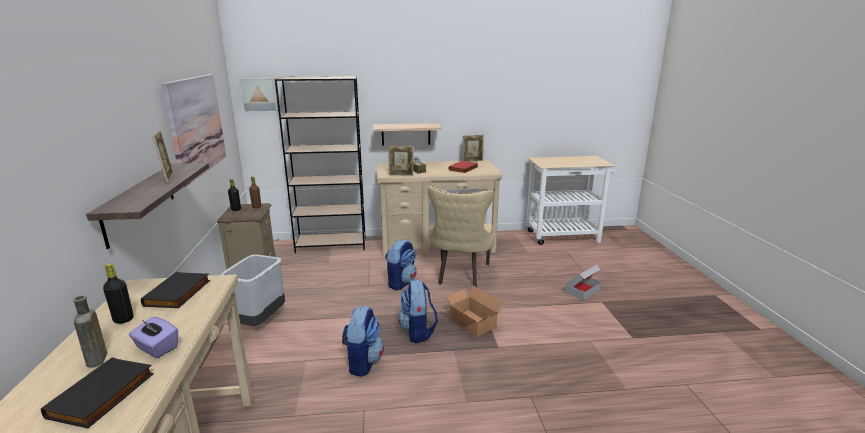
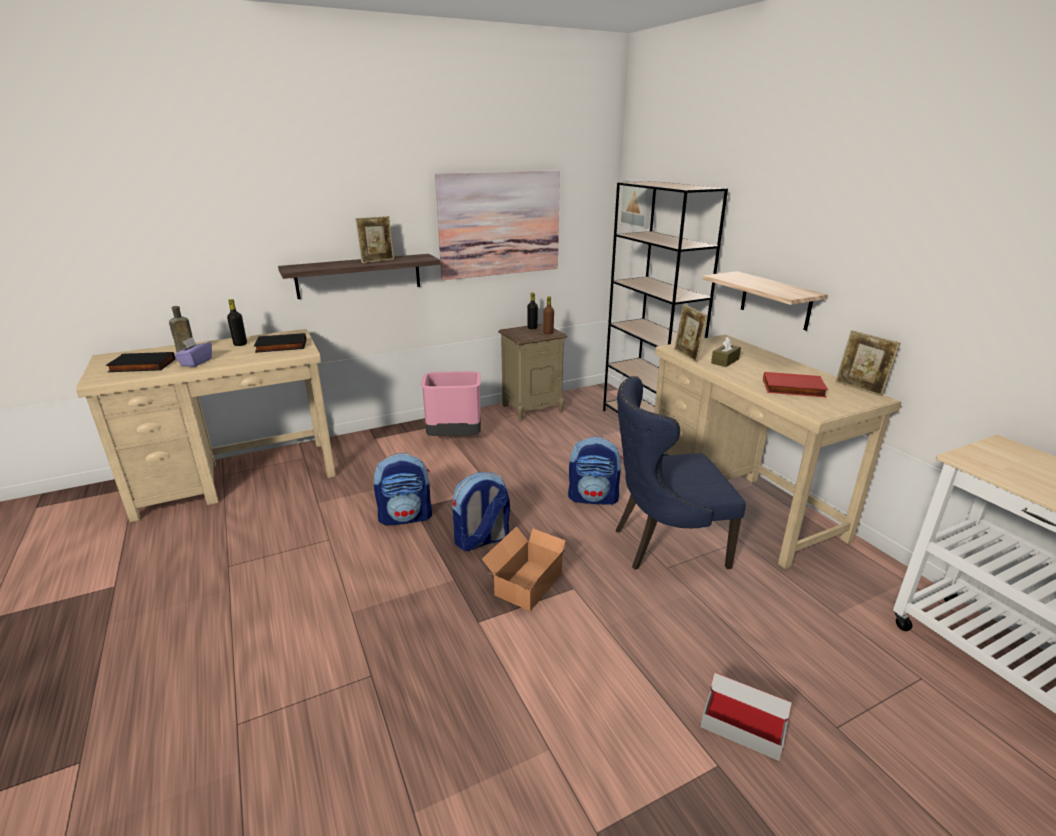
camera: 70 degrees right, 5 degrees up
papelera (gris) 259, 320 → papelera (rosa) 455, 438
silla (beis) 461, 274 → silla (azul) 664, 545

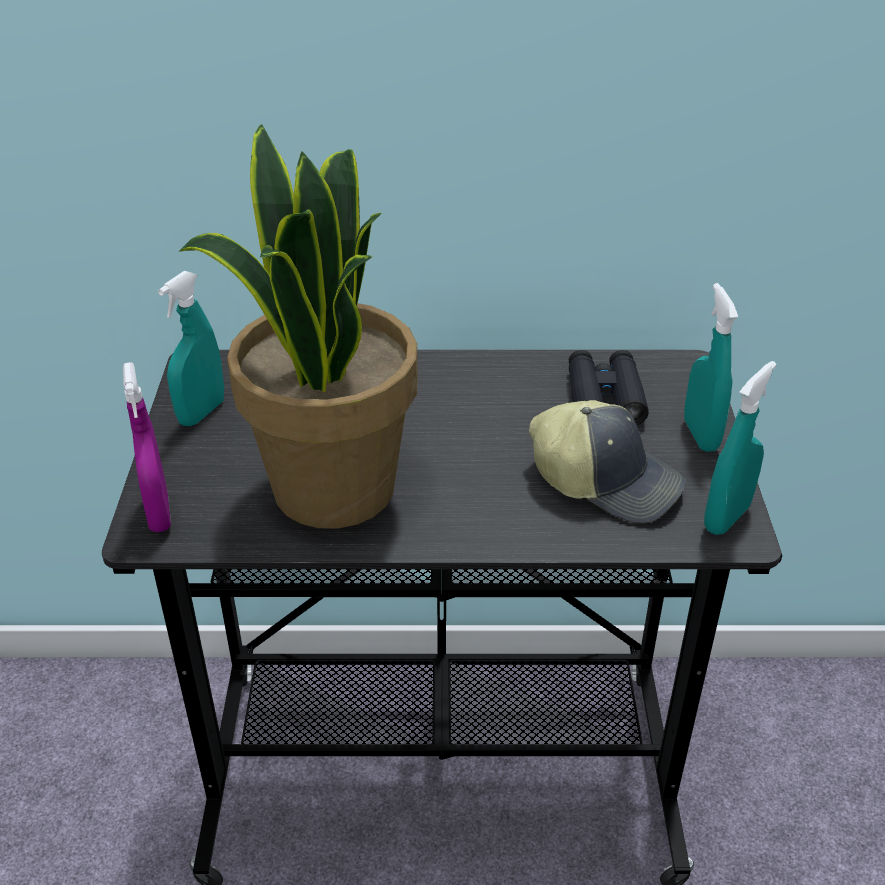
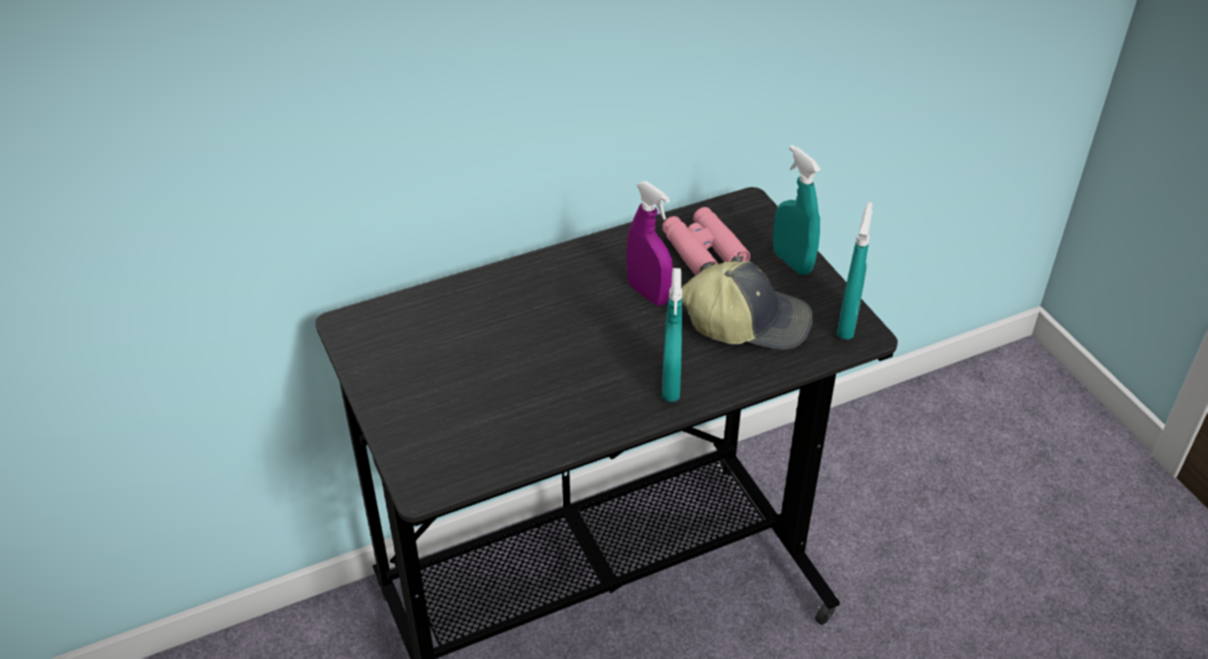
camera: 25 degrees left, 5 degrees up
planta en maceta 331, 488 → -
pulverizador (morado) 159, 513 → pulverizador (morado) 648, 293, relocated
pulverizador (turquesa) 201, 412 → pulverizador (turquesa) 671, 384, relocated
prismáticos (negro) 604, 397 → prismáticos (rosa) 703, 251

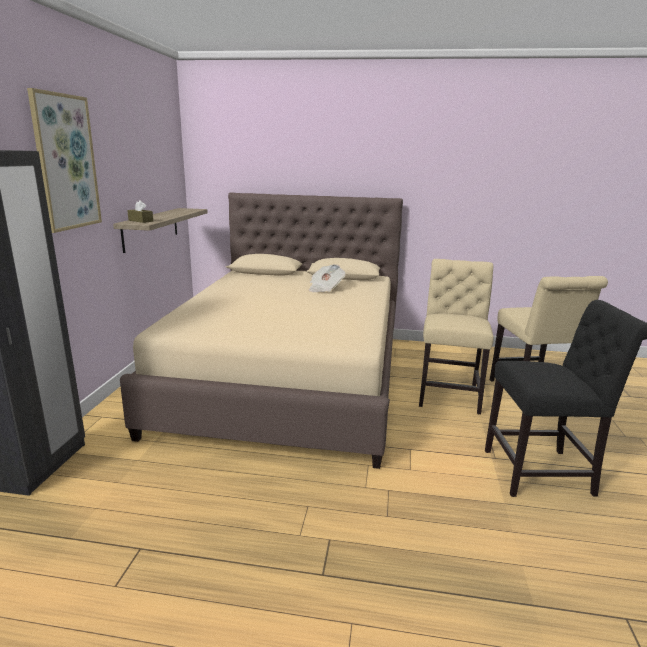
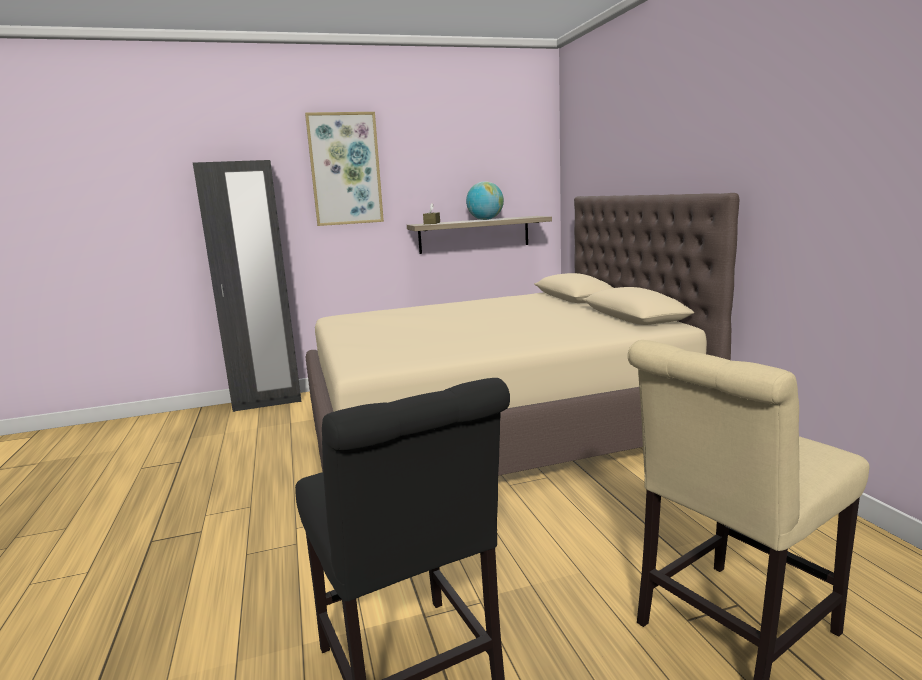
camera: 65 degrees right, 5 degrees down
periódico 325, 288 → -
silla (beis) 449, 393 → -
- → globo terráqueo 485, 219

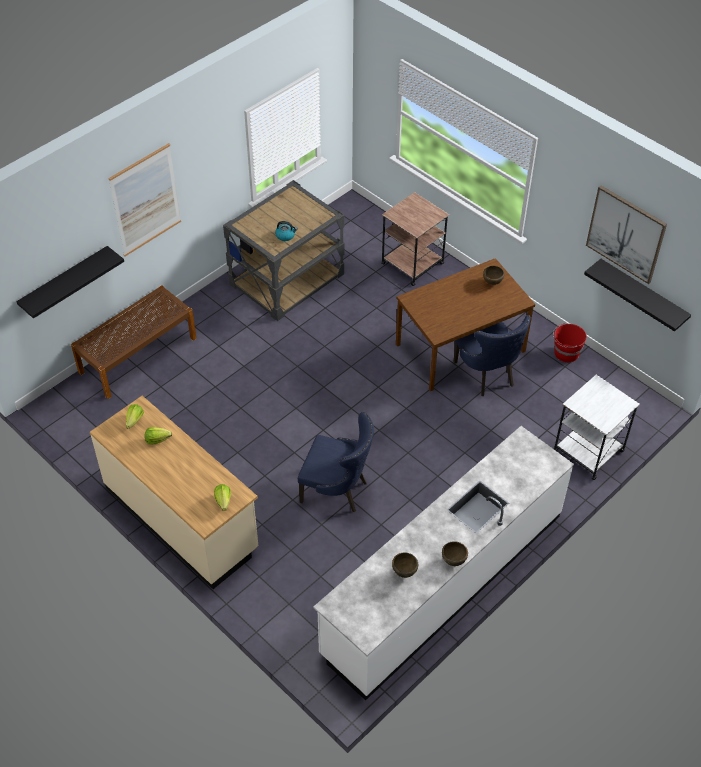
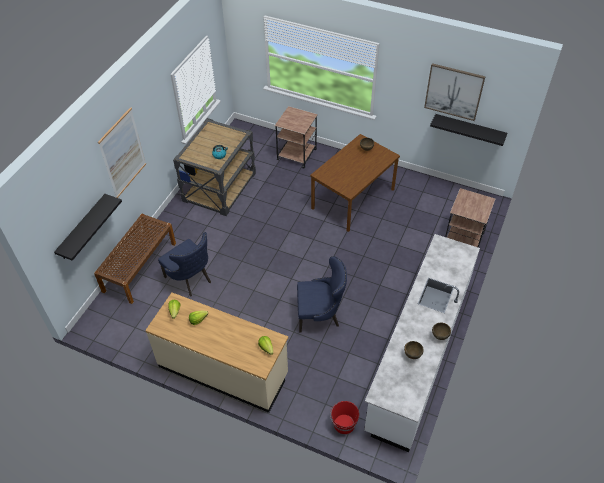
camera: 20 degrees left, 0 degrees up
silla (azul) 487, 374 → silla (azul) 190, 279, relocated
cubo (rojo) 566, 353 → cubo (rojo) 344, 424, relocated
carrito (blanco) 588, 452 → carrito (marrón) 463, 240

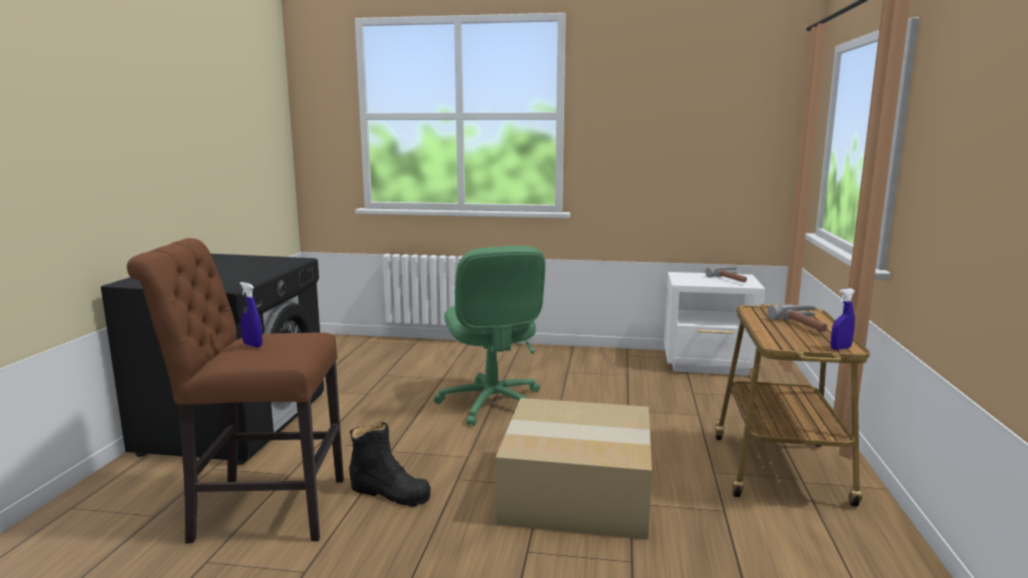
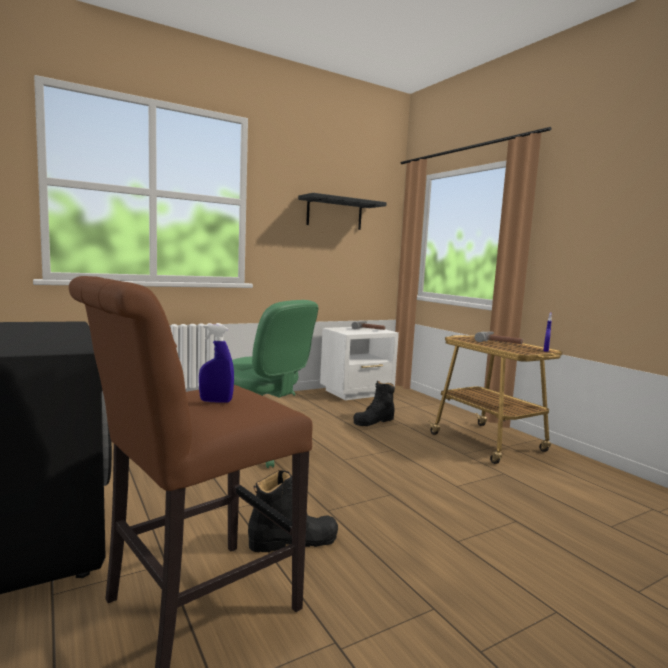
camera: 40 degrees left, 5 degrees down
caja de cartón 574, 493 → -
- → estante (negro) 334, 213
- → bota (negro) 374, 421

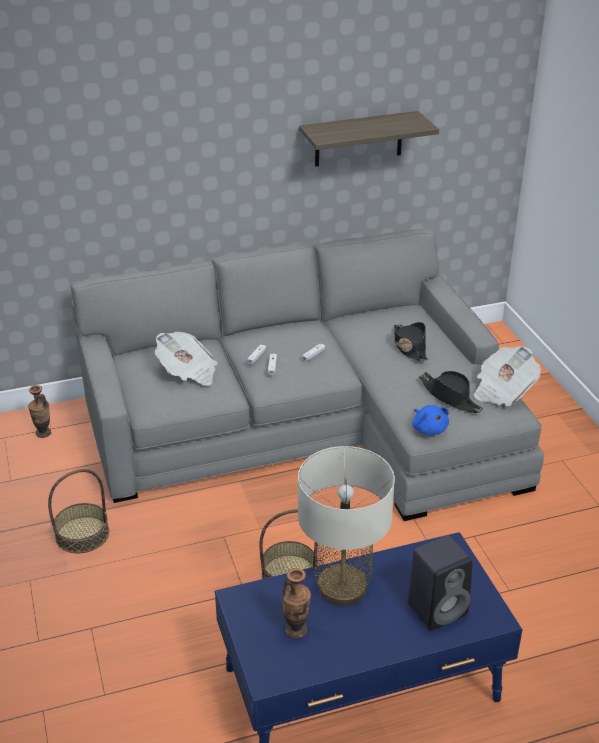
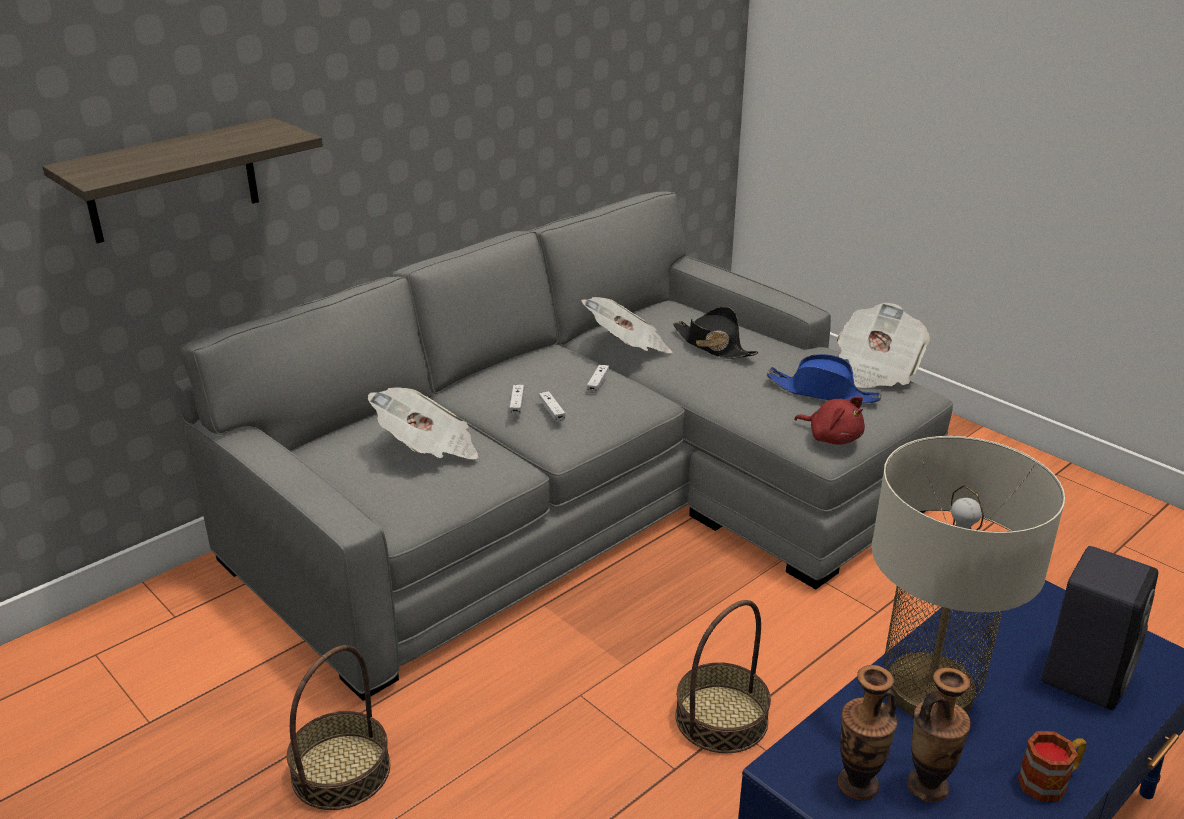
camera: 25 degrees left, 5 degrees down
- → periódico 628, 347
- → taza grande 1050, 781
florero 43, 433 → florero 857, 785, relocated
estante 358, 139 → estante 172, 181, relocated
peluche (azul) 429, 429 → peluche (rojo) 832, 437
sombrero (negro) 450, 397 → sombrero (azul) 823, 392

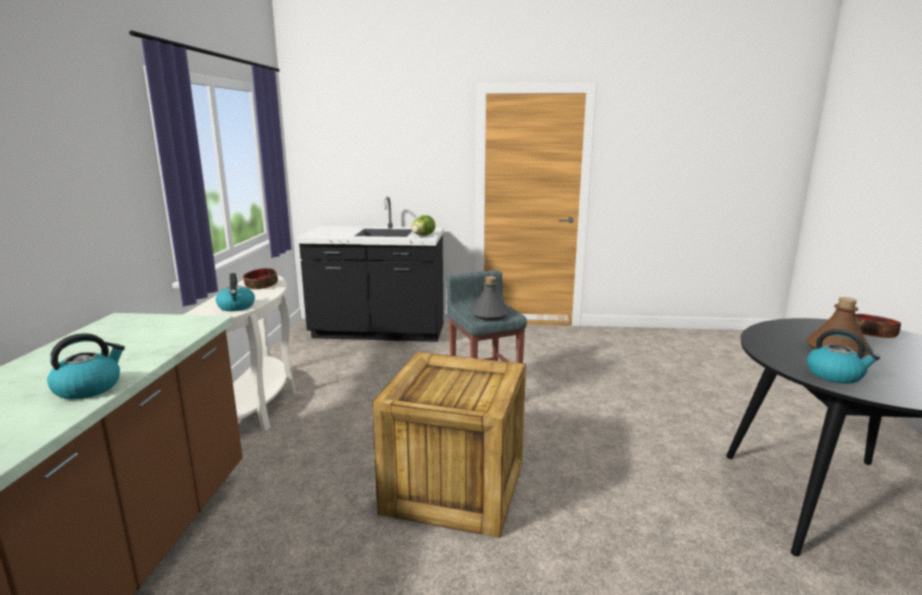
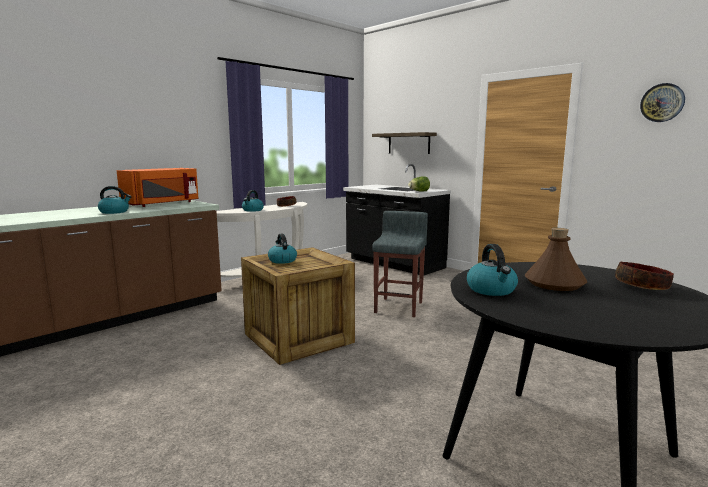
camera: 40 degrees right, 5 degrees down
botella (gris) 490, 315 → -
- → microondas (naranja) 163, 204
- → hervidor 282, 260
- → estante 408, 143
- → reloj de pared 662, 102

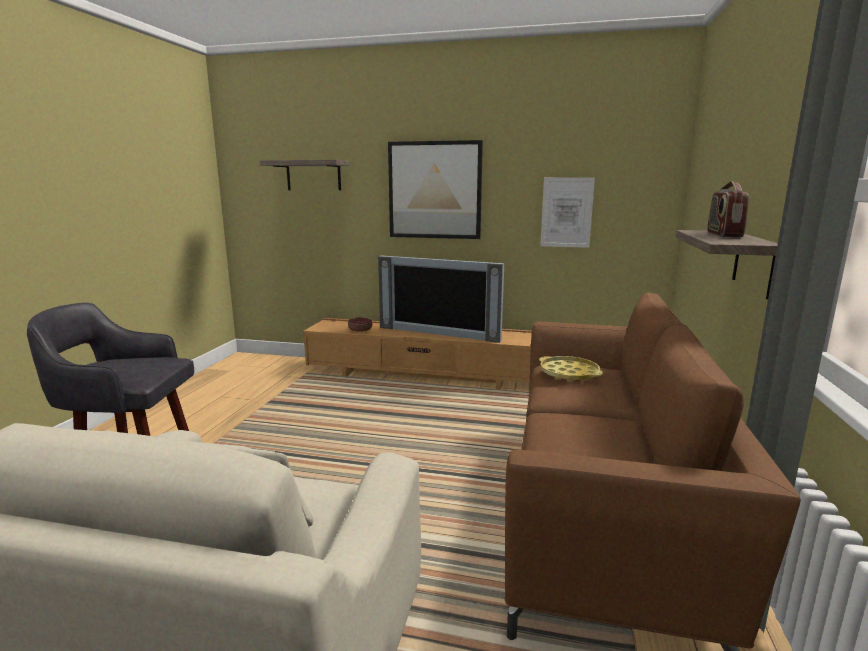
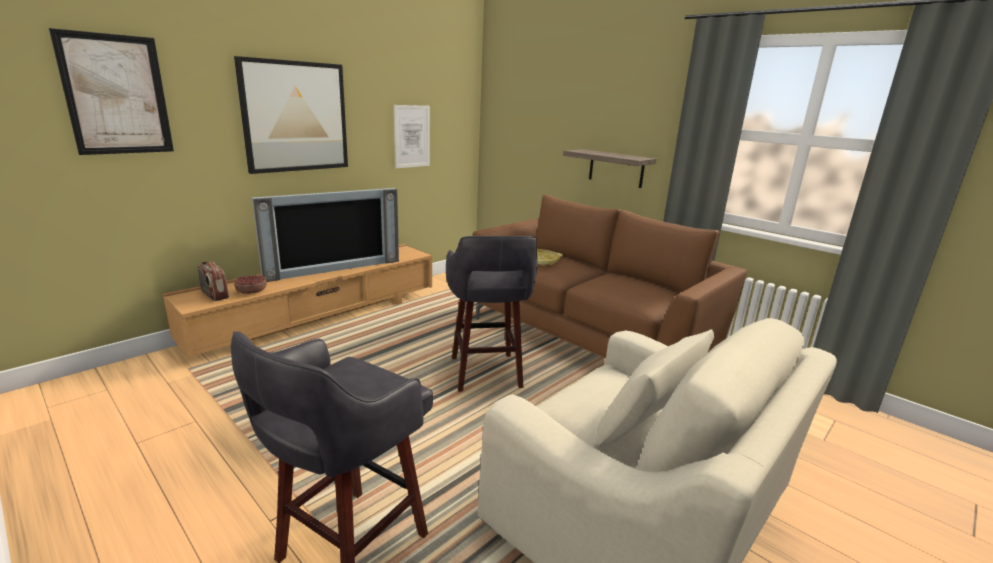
camera: 60 degrees left, 5 degrees up
- → taburete (gris) 486, 374
radio 723, 235 → radio 214, 295, relocated
estante 313, 175 → cuadro 116, 95

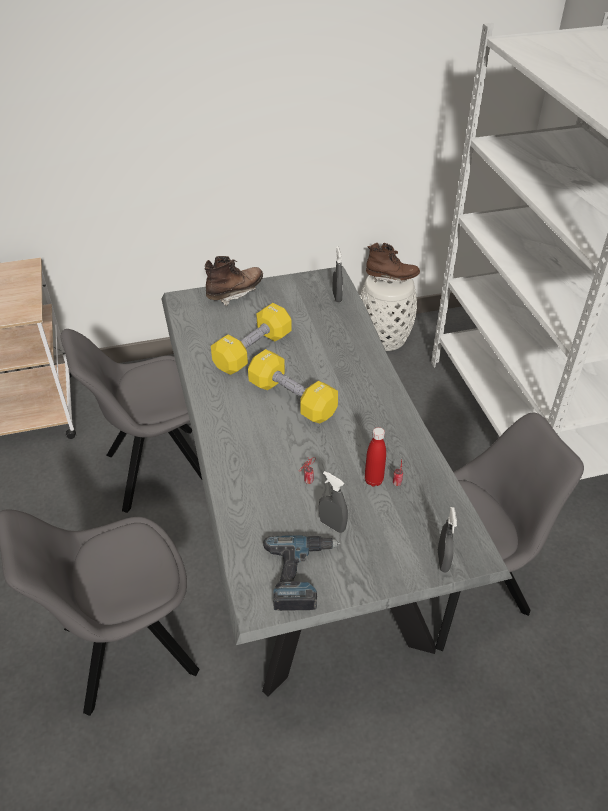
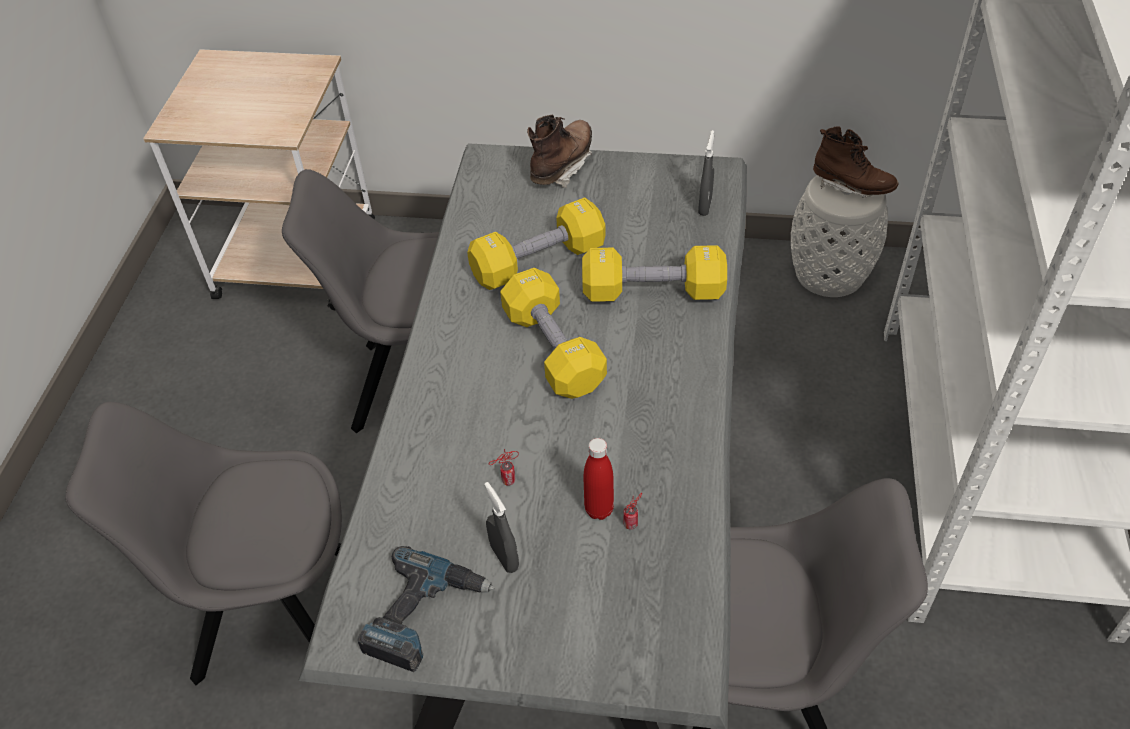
camera: 25 degrees right, 5 degrees up
pulverizador (gris) 443, 561 → -
- → mancuerna (amarillo) 653, 292
bota (marrón) 235, 293 → bota (marrón) 562, 166, 45 degrees counterclockwise

